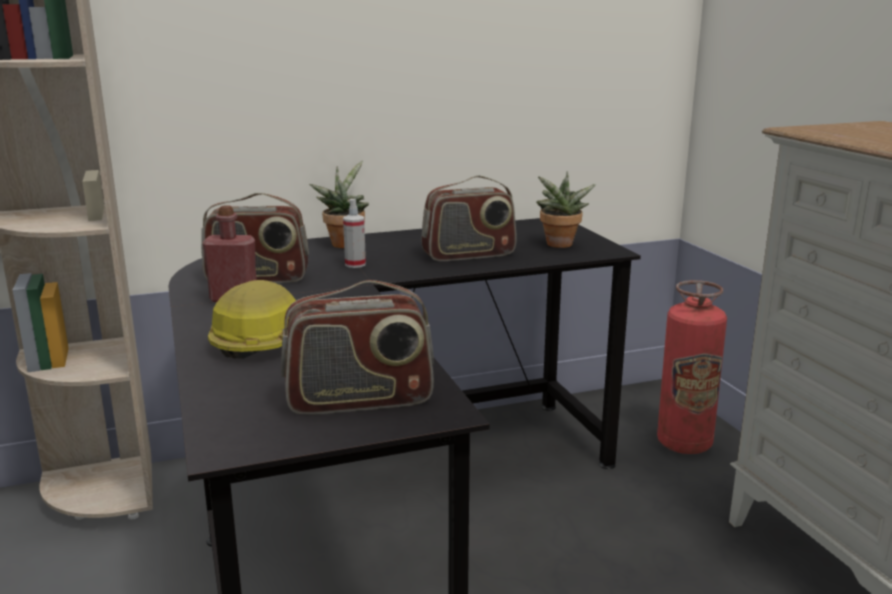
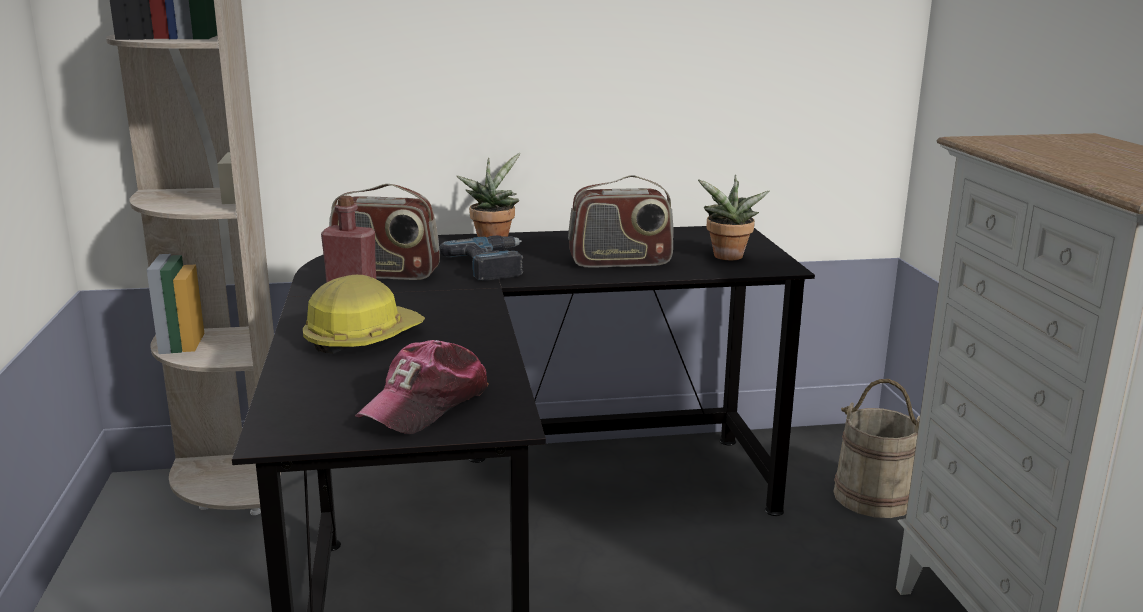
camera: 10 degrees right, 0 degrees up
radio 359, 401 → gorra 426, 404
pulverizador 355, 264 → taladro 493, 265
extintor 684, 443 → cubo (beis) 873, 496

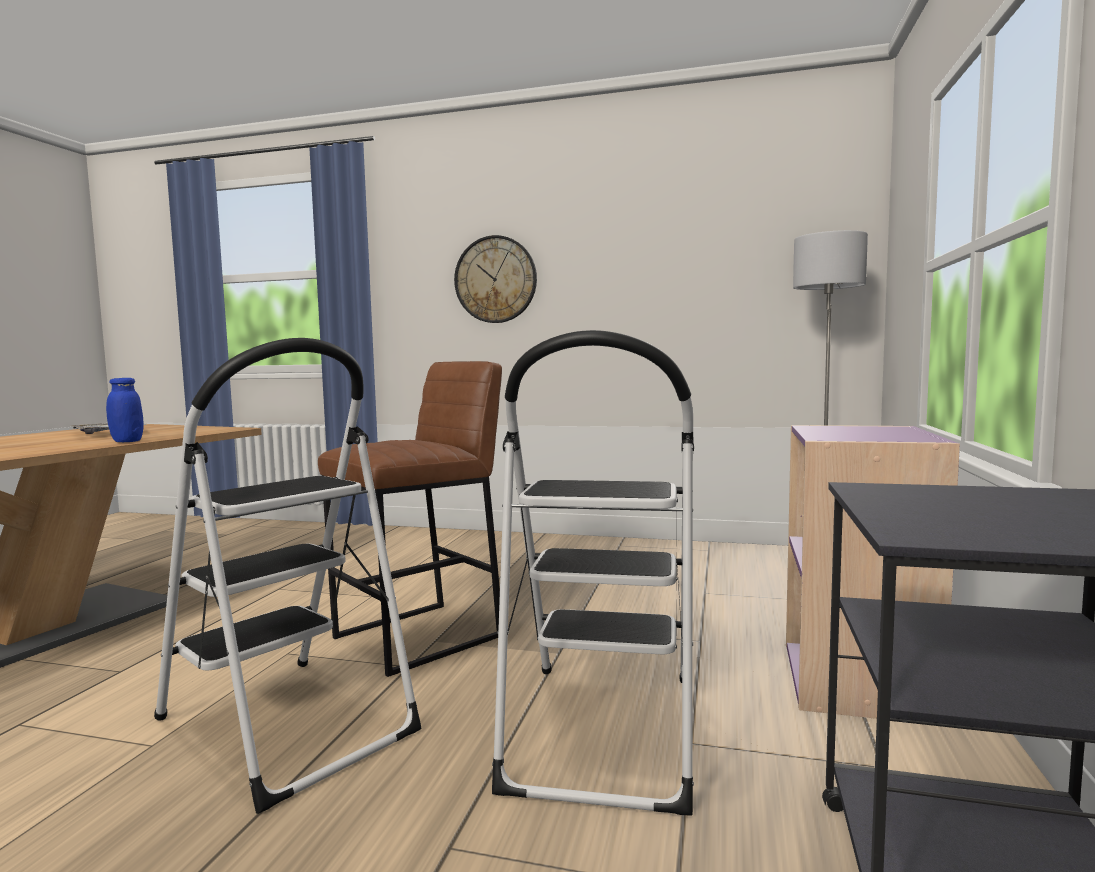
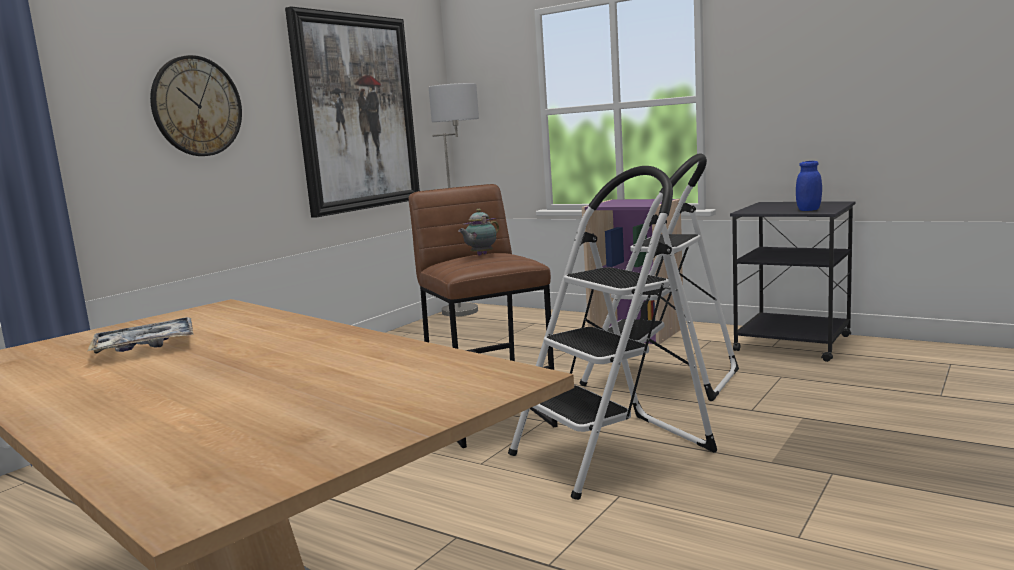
camera: 70 degrees left, 5 degrees up
- → cuadro 356, 113
- → tetera 480, 255
tarro (azul) 127, 441 → tarro (azul) 808, 210, relocated

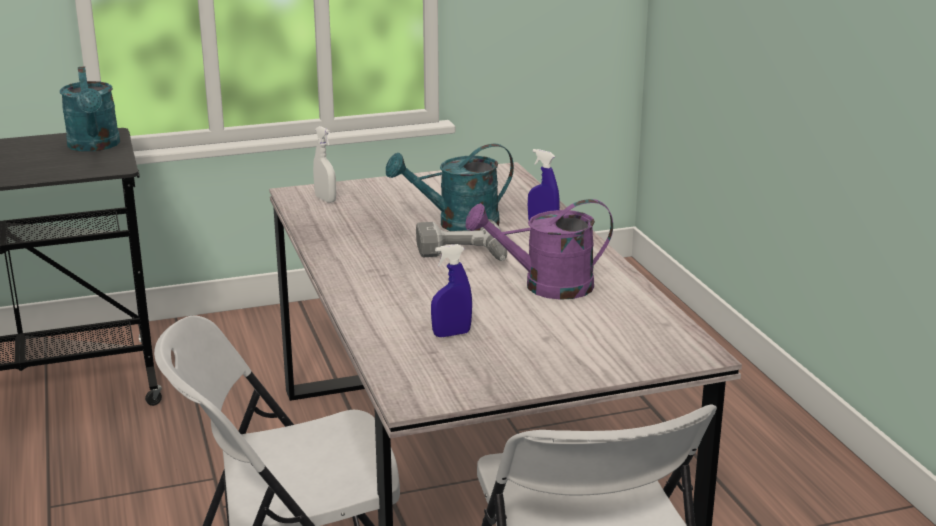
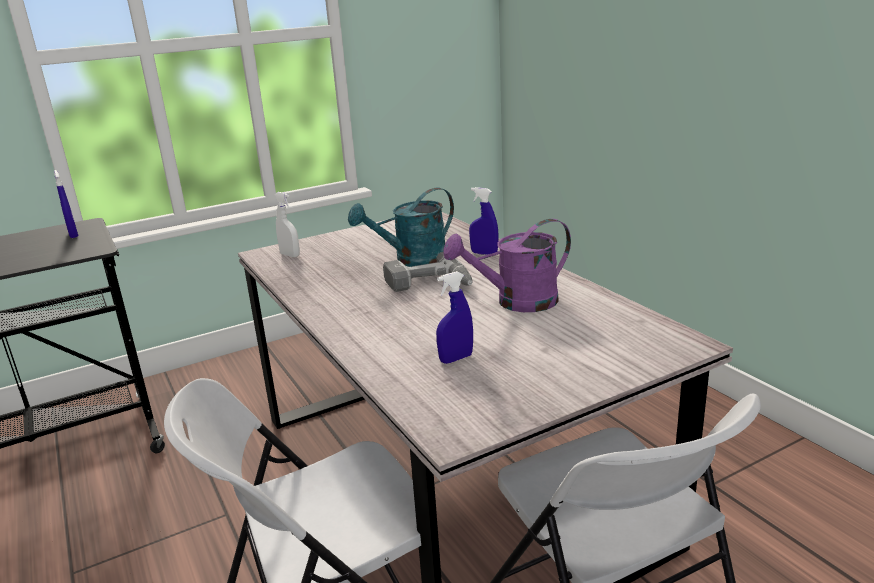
camera: 10 degrees left, 0 degrees up
regadera (turquesa) 95, 146 → pulverizador (azul) 73, 235

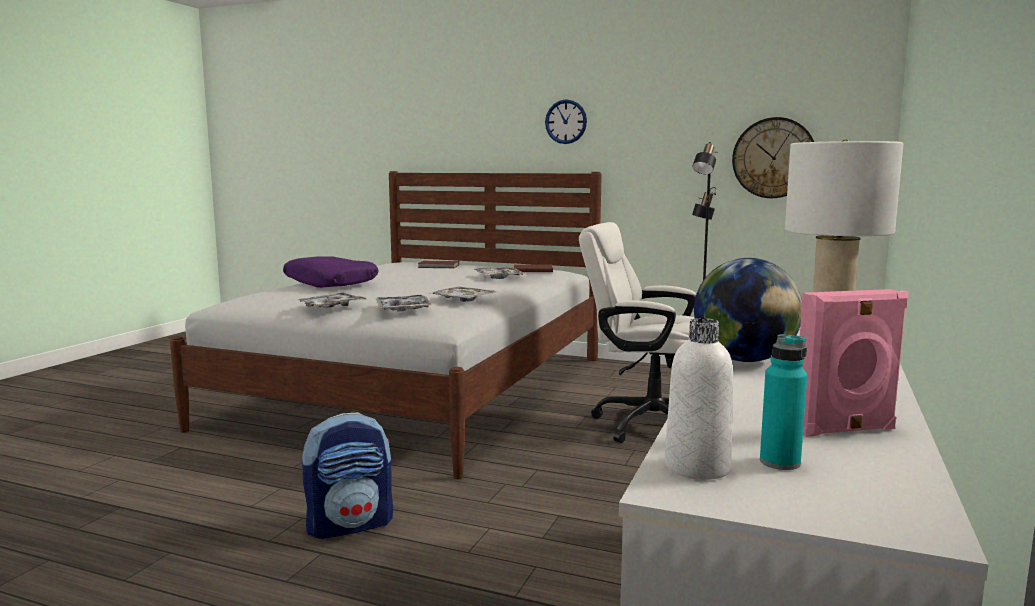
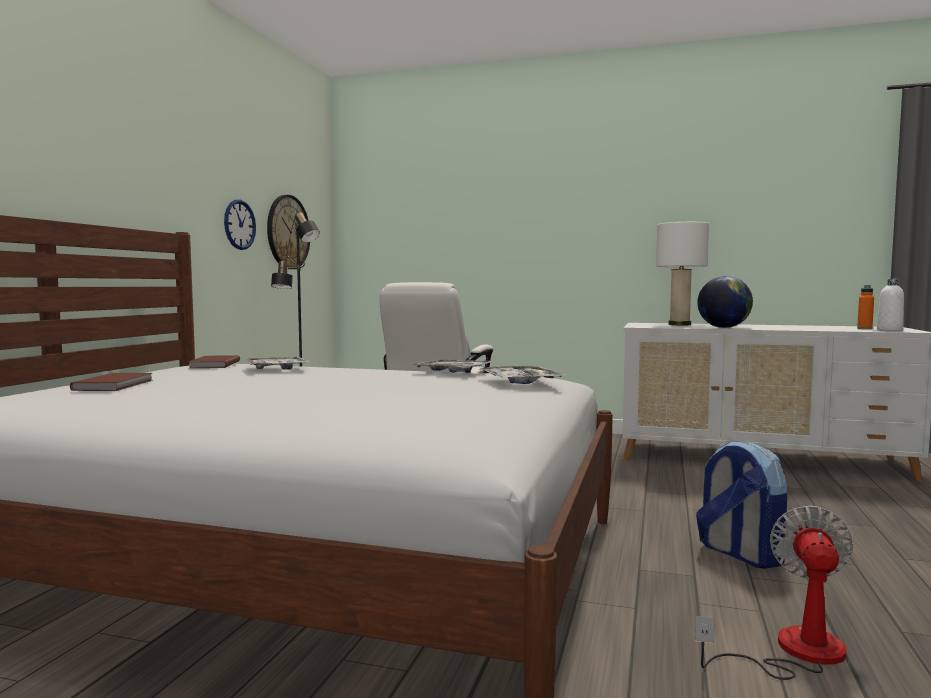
camera: 95 degrees left, 5 degrees down
cojín (morado) 331, 283 → -
bandeja 332, 306 → -
altavoz (rosa) 846, 430 → -
- → ventilador 793, 652
reloj de pared 566, 121 → reloj de pared 239, 224, relocated
botella (turquesa) 780, 462 → botella (naranja) 864, 328

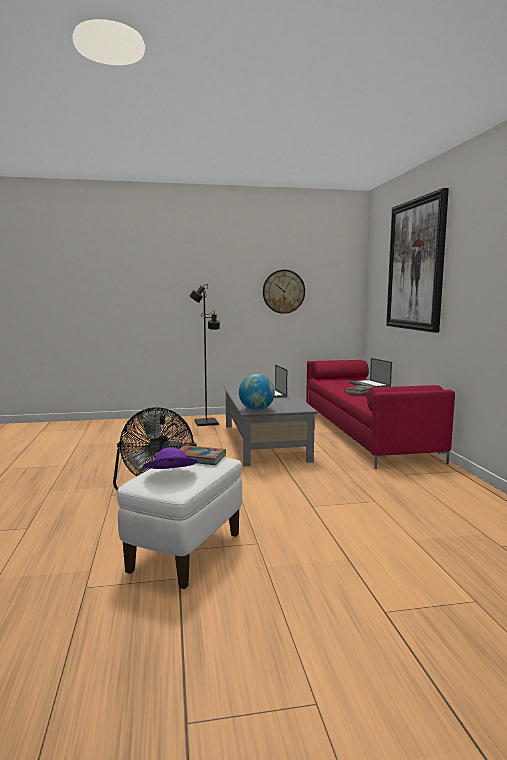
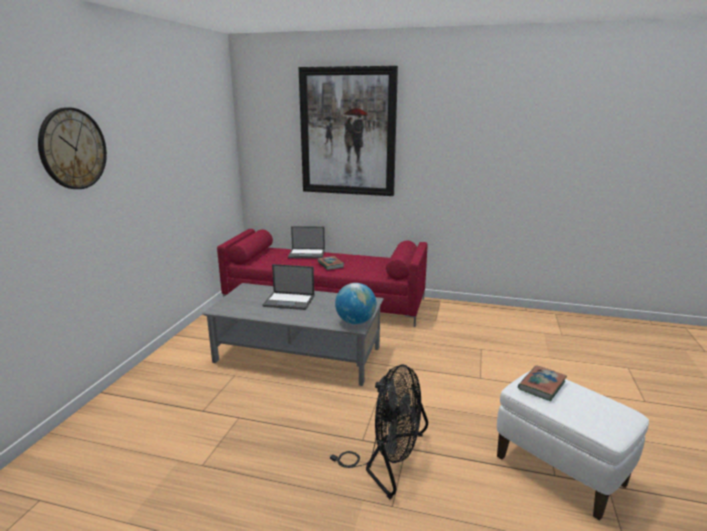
camera: 65 degrees left, 10 degrees up
sombrero (morado) 170, 476 → -
lámpara de pie (negro) 206, 423 → -
reloj de pared 283, 291 → reloj de pared 73, 149, relocated

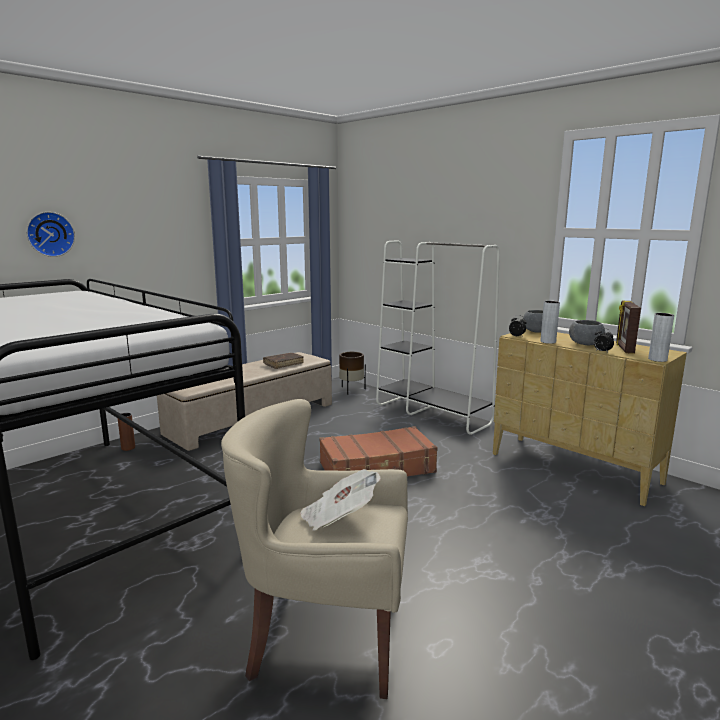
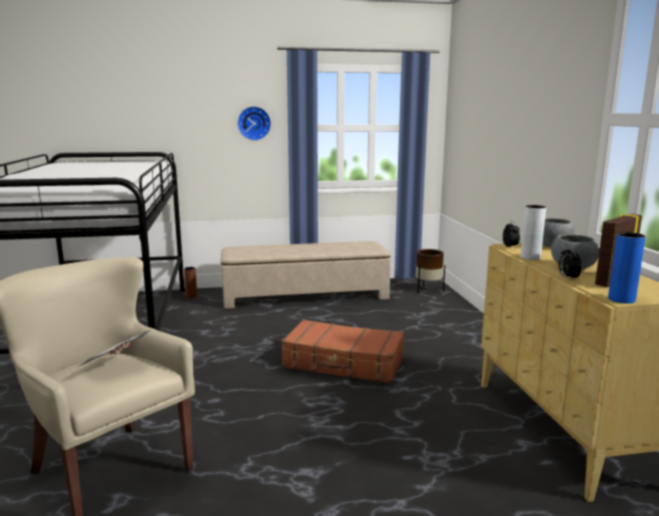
camera: 35 degrees right, 0 degrees up
libro (marrón) 283, 364 → -
perchero (negro) 432, 415 → -
reloj de pared 50, 234 → reloj de pared 254, 123, relocated
florero (gris) 657, 359 → florero (azul) 621, 299

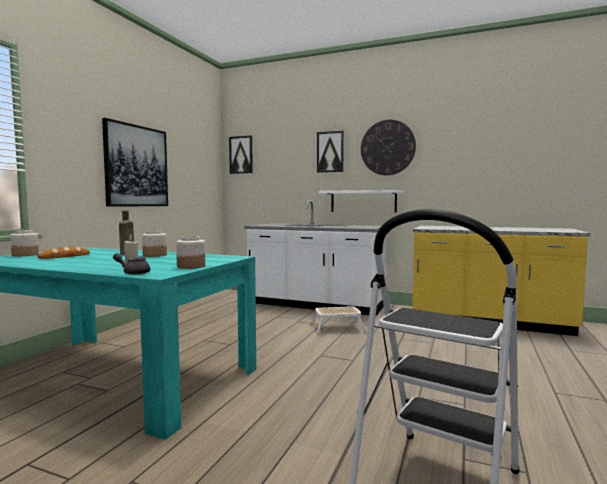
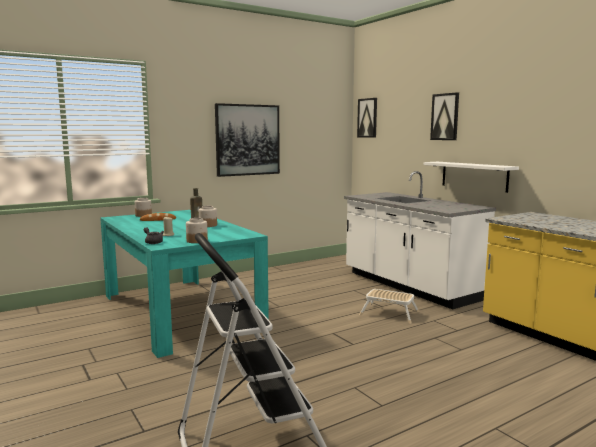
camera: 35 degrees right, 5 degrees up
reloj de pared 387, 147 → -

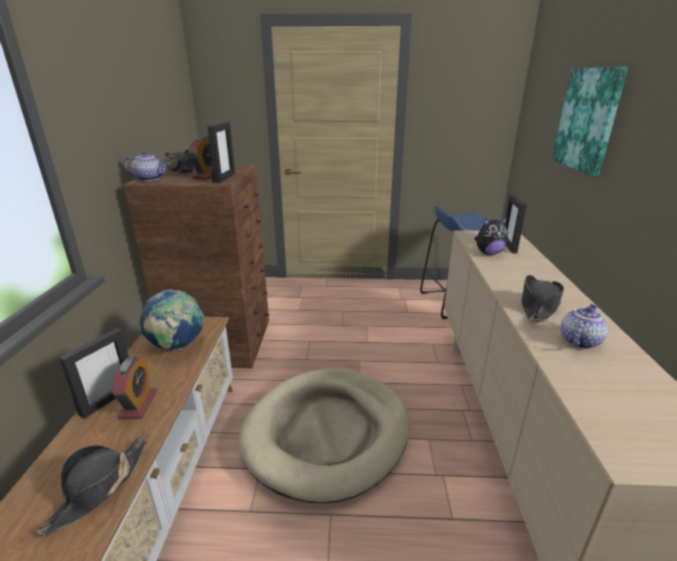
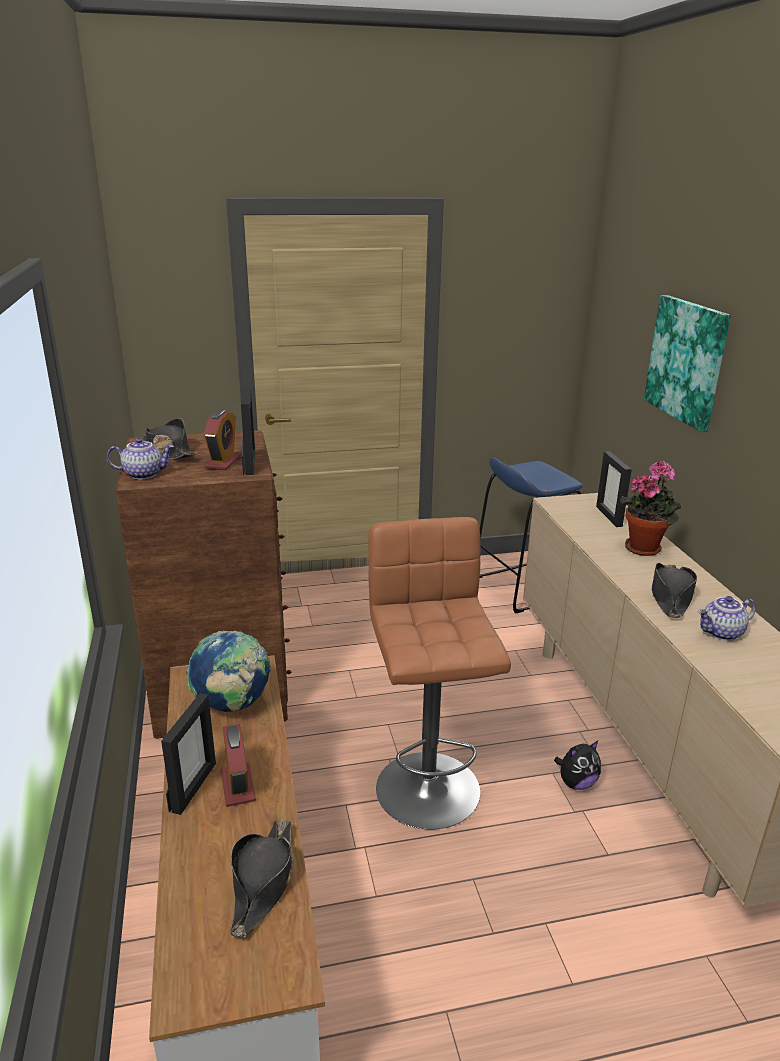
camera: 15 degrees left, 0 degrees up
- → planta en maceta 645, 547
peluche 488, 253 → peluche 576, 783, relocated
cama para perro (beis) 327, 433 → taburete (marrón) 428, 788
tetera 578, 340 → tetera 722, 633, 135 degrees counterclockwise

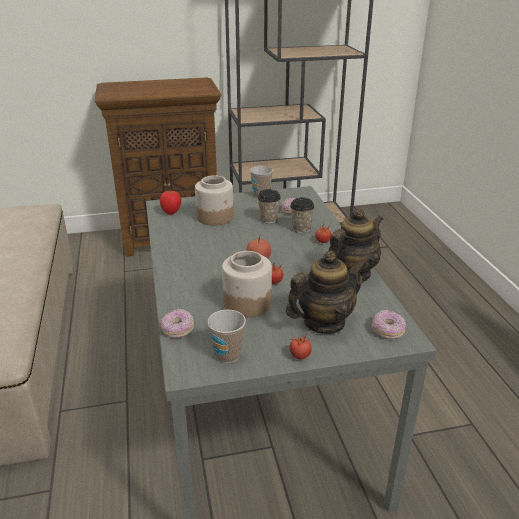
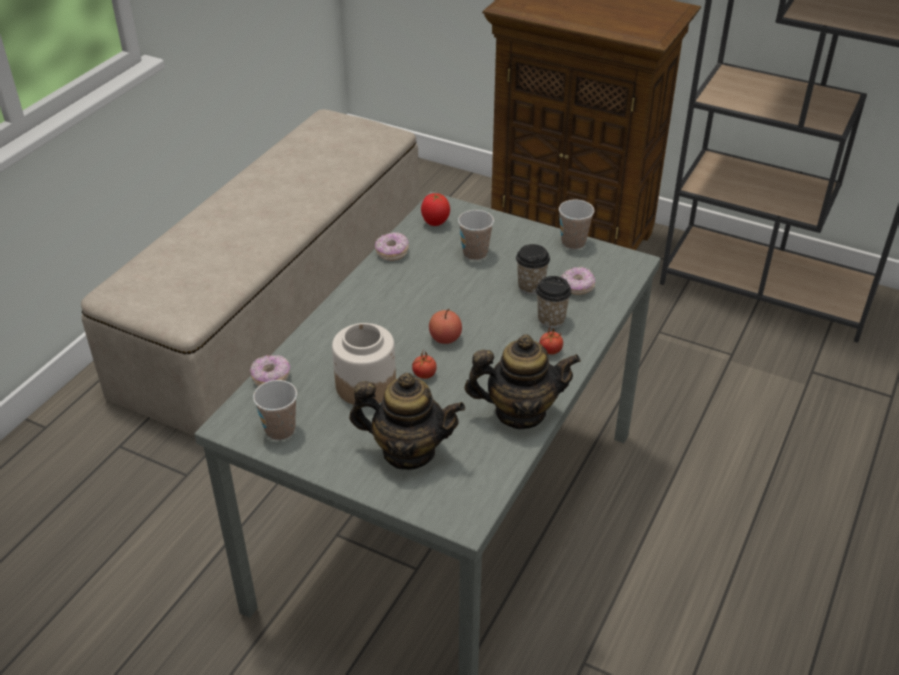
camera: 40 degrees right, 10 degrees up
tomate 300, 356 → -
rosquilla 387, 331 → rosquilla 392, 253, relocated
tarro 215, 217 → taza 475, 253

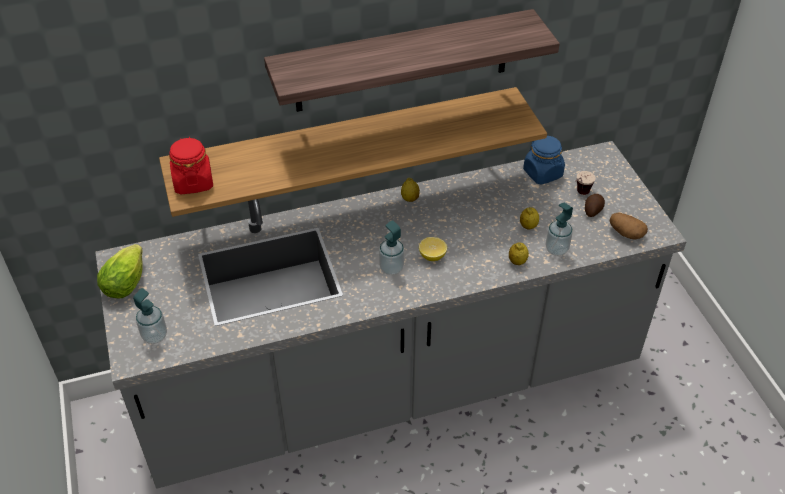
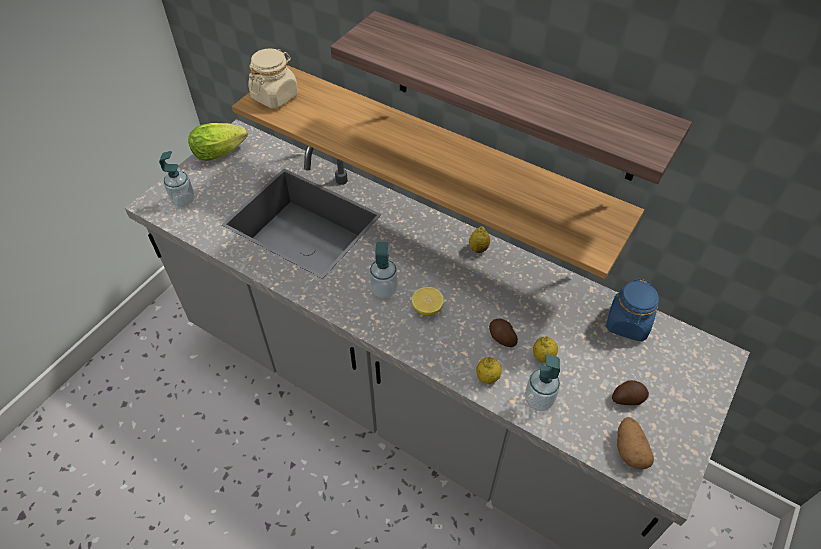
camera: 50 degrees right, 5 degrees up
taza 579, 195 → -
- → patata 501, 338
tarro (rojo) 193, 182 → tarro (beis) 275, 96

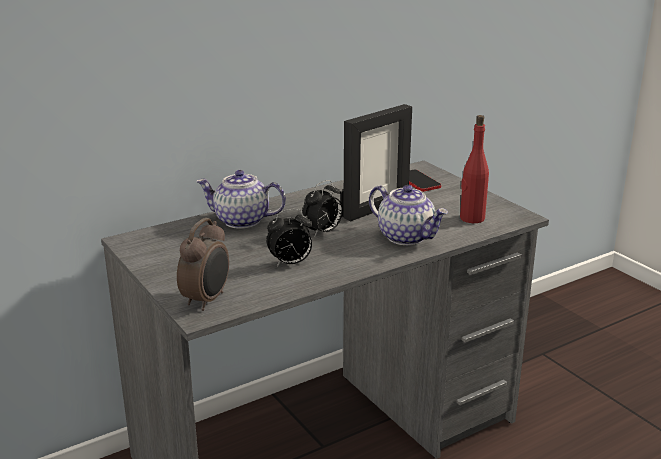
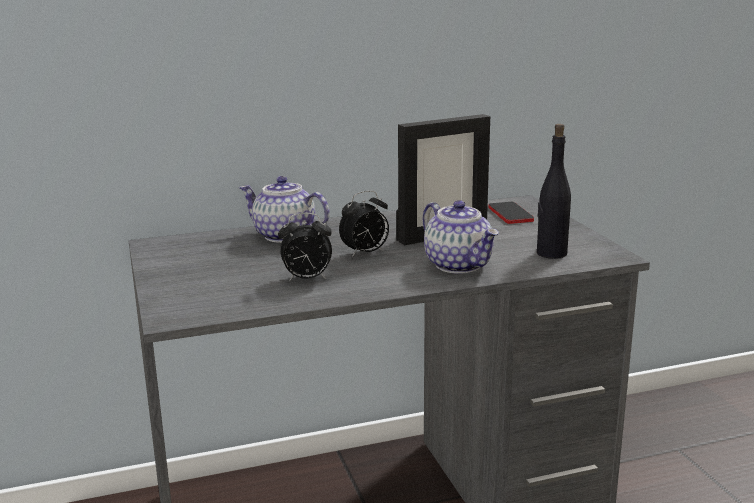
camera: 15 degrees right, 5 degrees down
despertador 207, 300 → -
botella (rojo) 471, 218 → botella (negro) 551, 253

